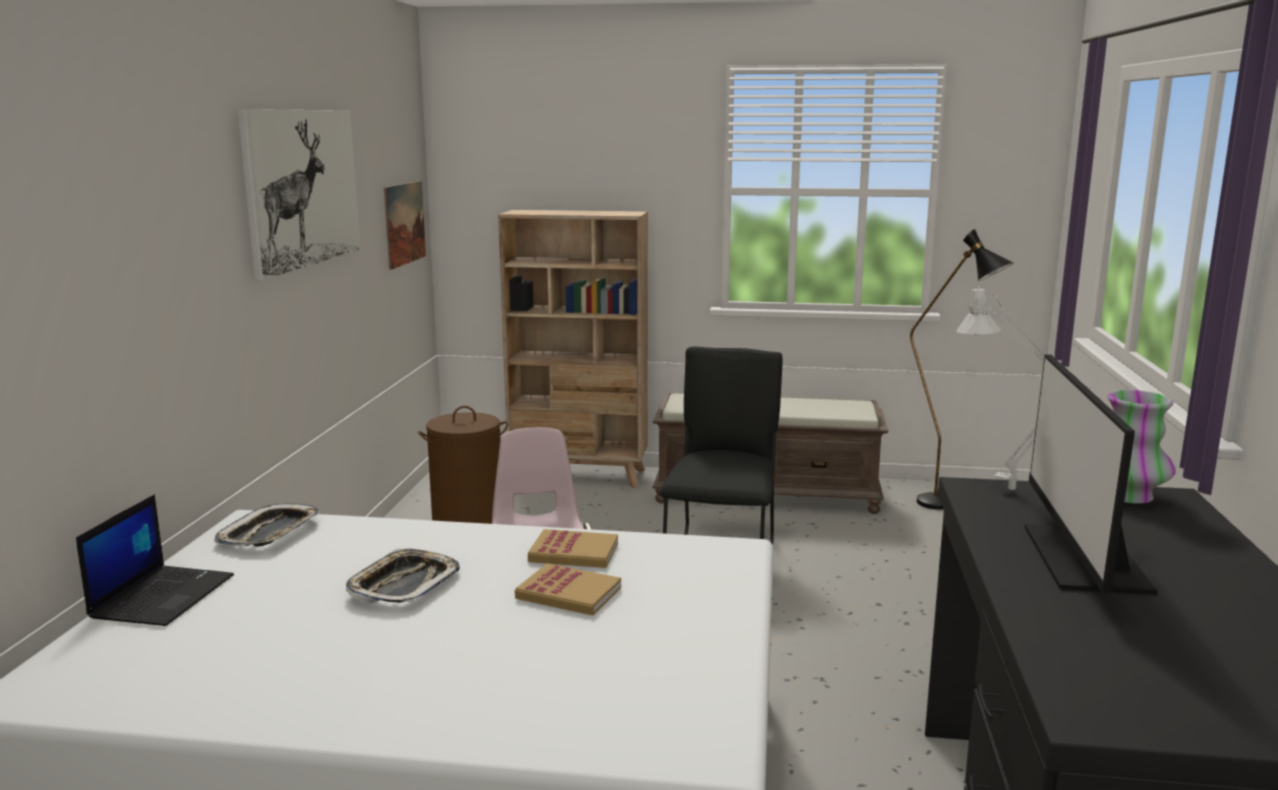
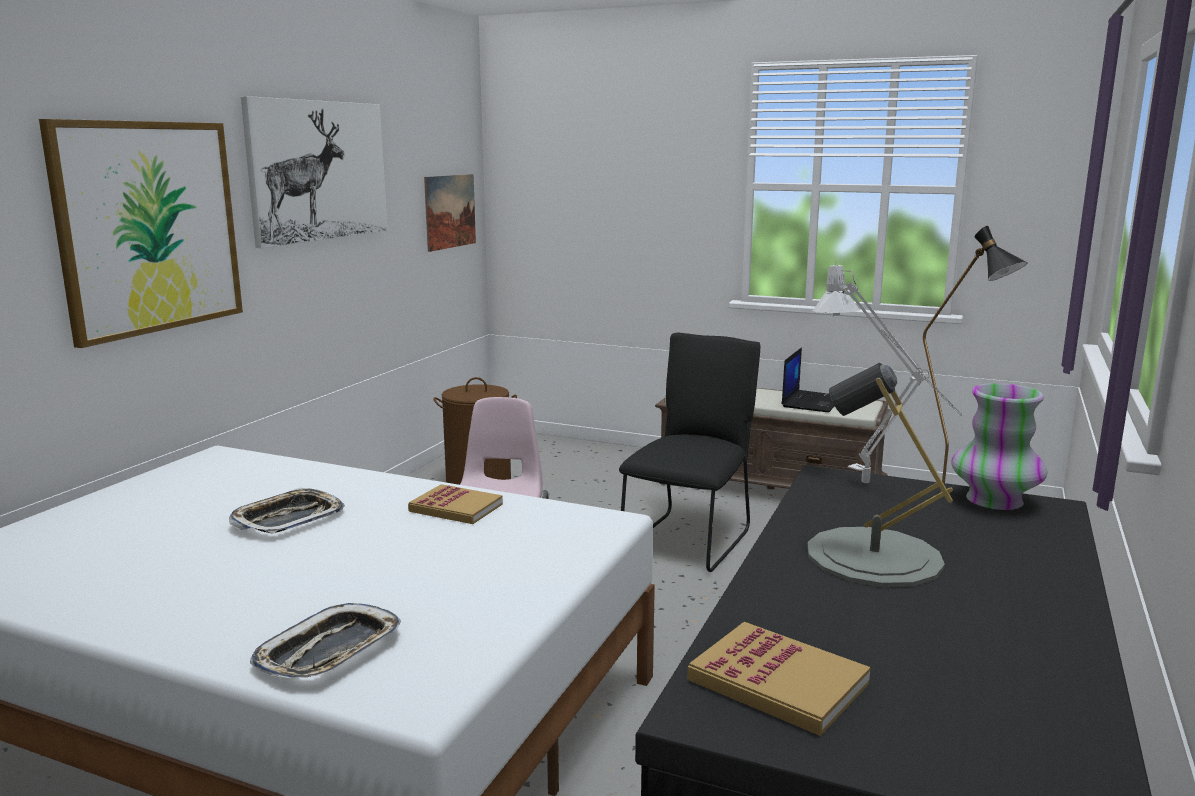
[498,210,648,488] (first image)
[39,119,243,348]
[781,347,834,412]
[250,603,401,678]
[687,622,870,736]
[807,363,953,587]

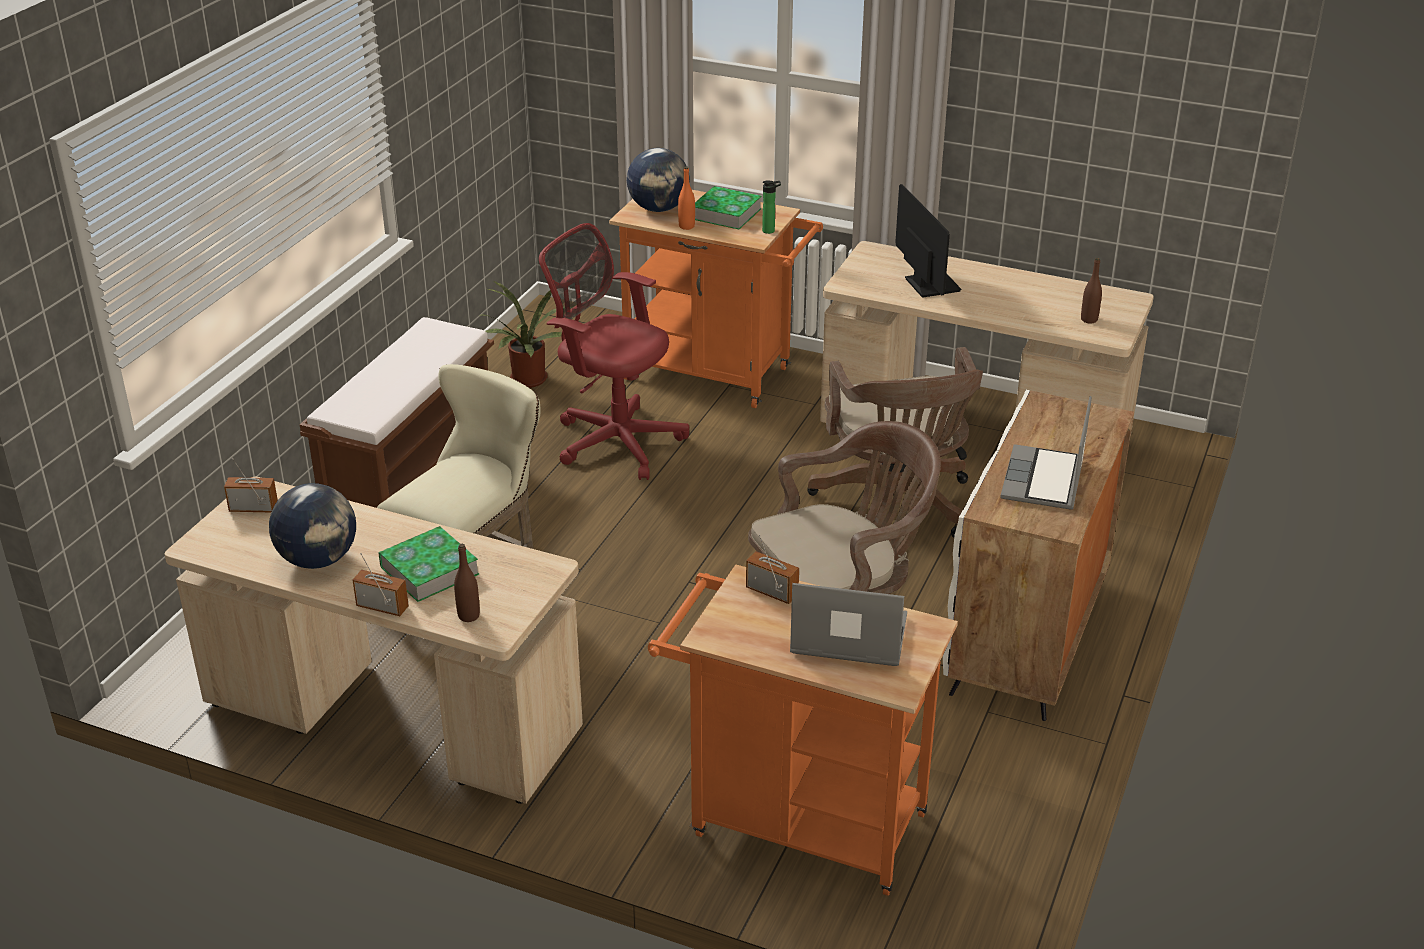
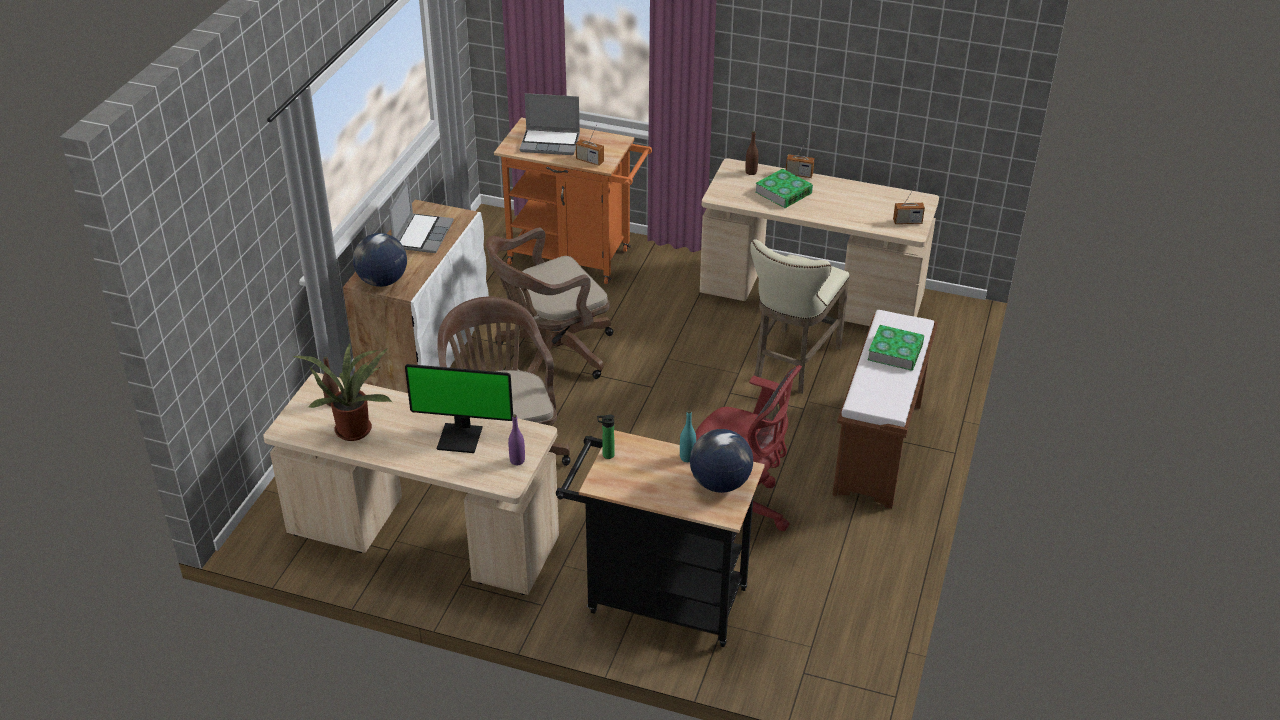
[508,414,525,465]
[353,233,407,287]
[293,343,393,441]
[867,325,925,371]
[556,430,765,647]
[680,410,696,462]
[405,364,513,453]

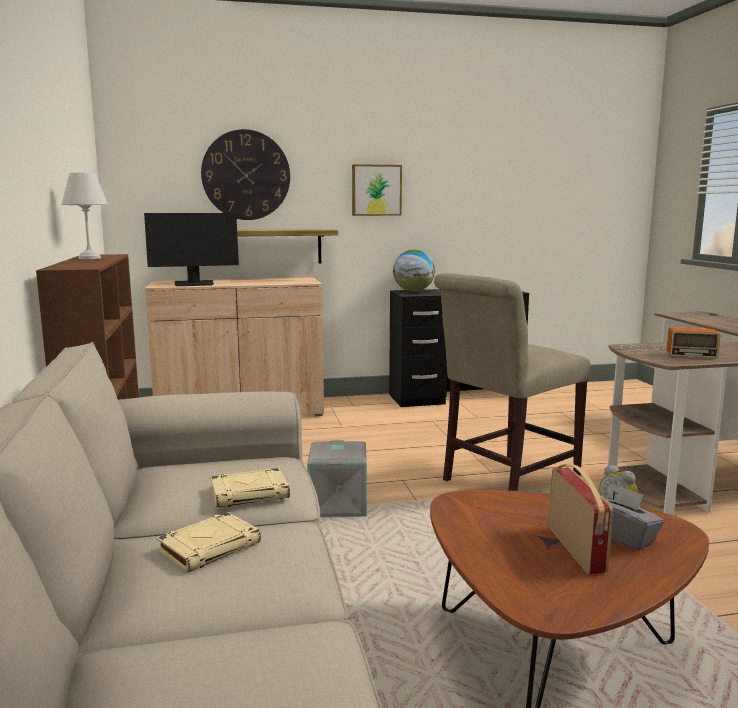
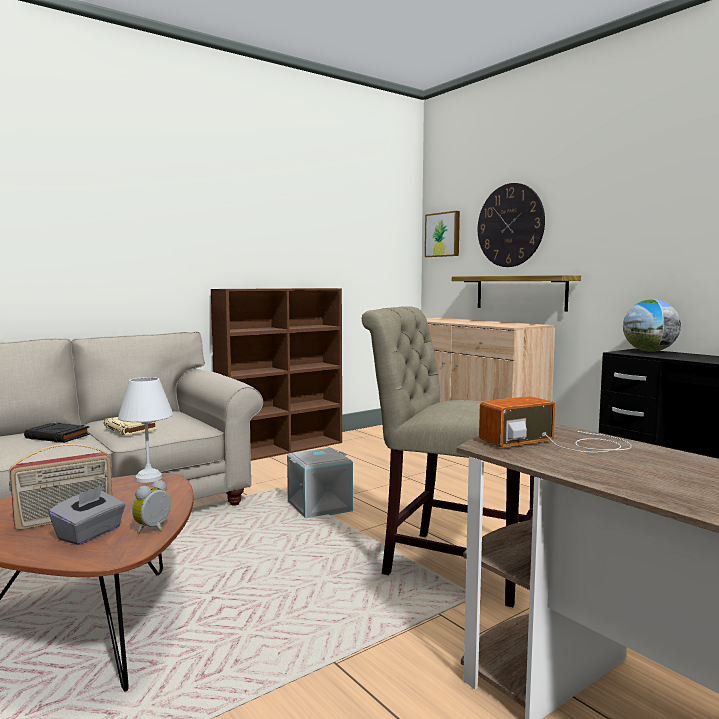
[144,213,239,286] (first image)
[118,377,173,483]
[425,211,460,257]
[24,423,90,443]
[479,396,632,453]

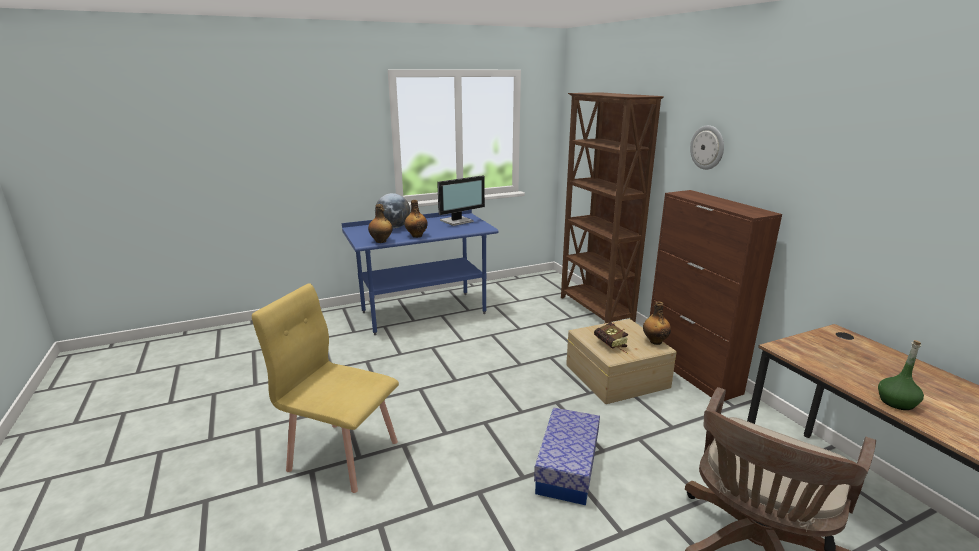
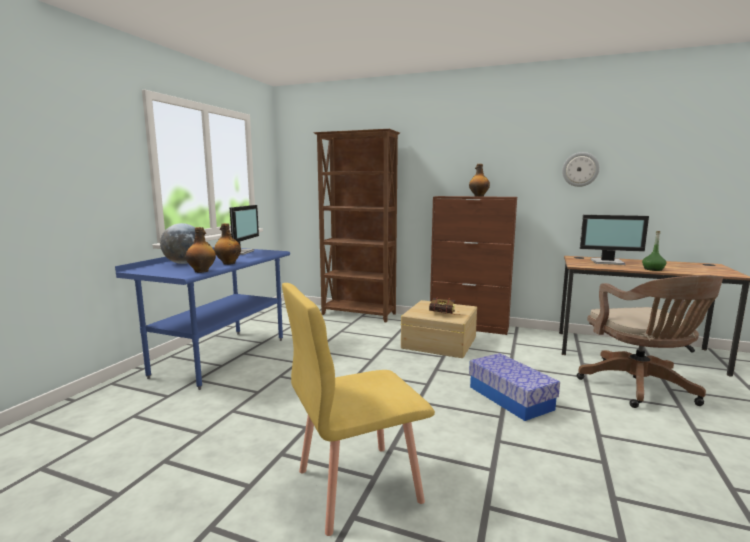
[580,215,649,265]
[469,164,490,197]
[562,152,600,187]

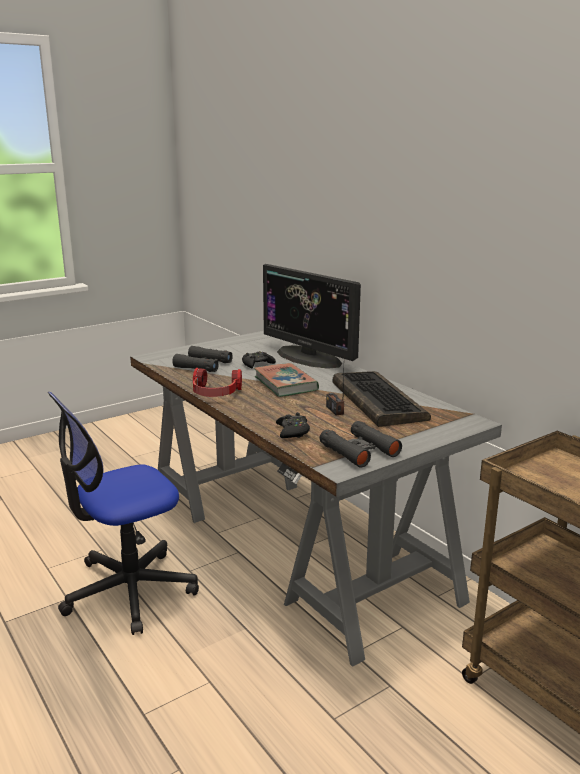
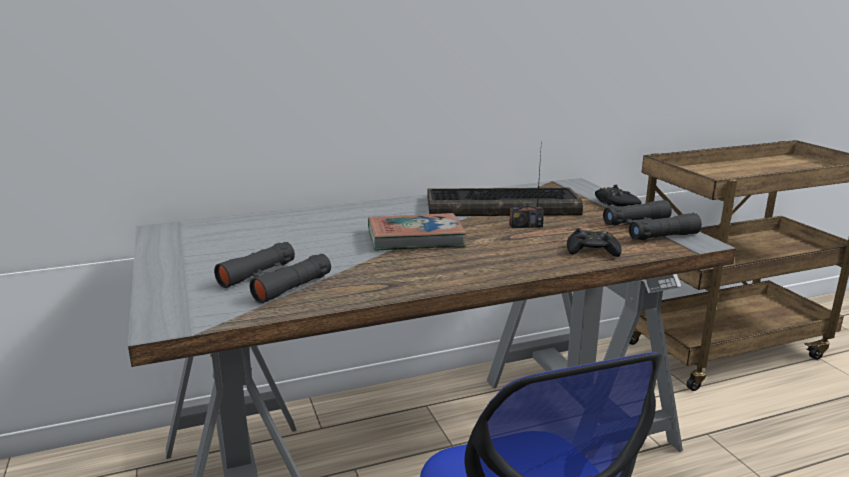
[193,368,242,397] (first image)
[263,264,361,369] (first image)
[595,185,641,206]

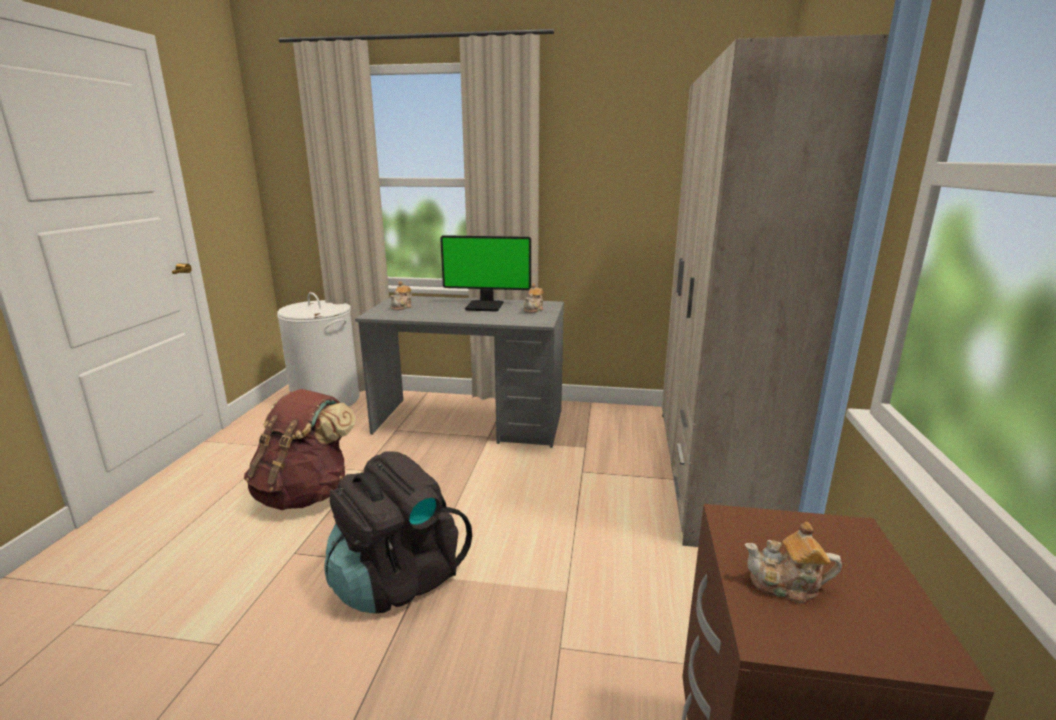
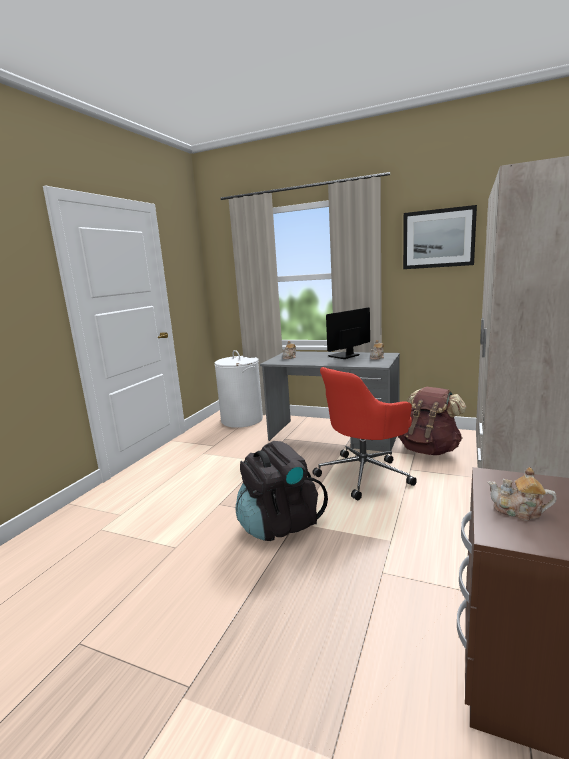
[312,367,417,500]
[403,205,477,269]
[398,387,466,455]
[326,307,370,359]

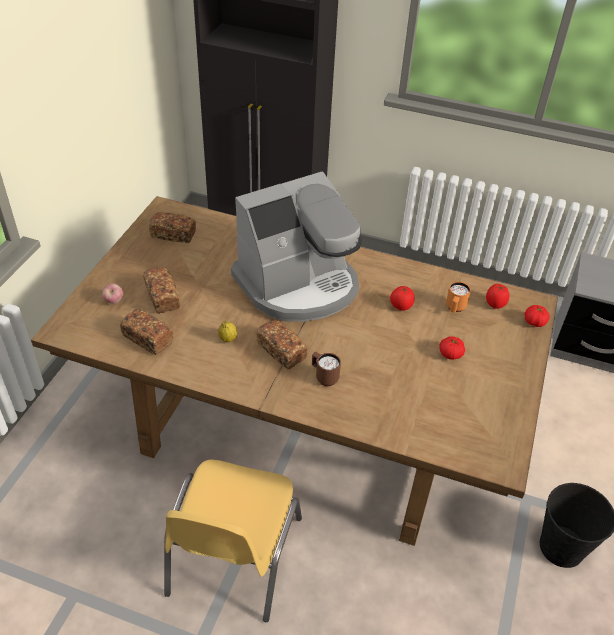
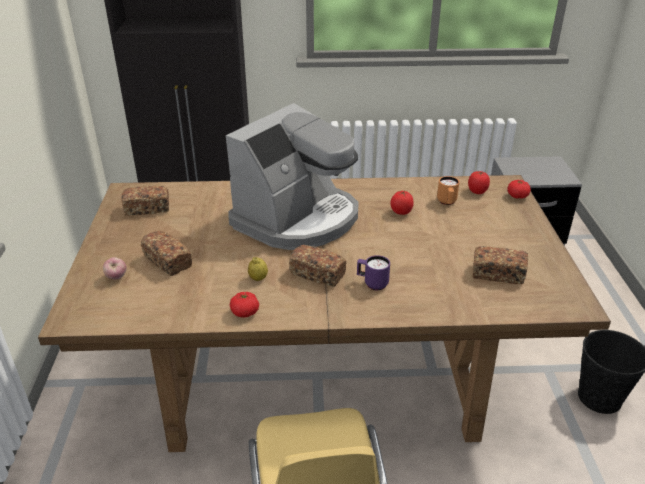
[473,246,528,284]
[230,292,259,317]
[357,255,390,290]

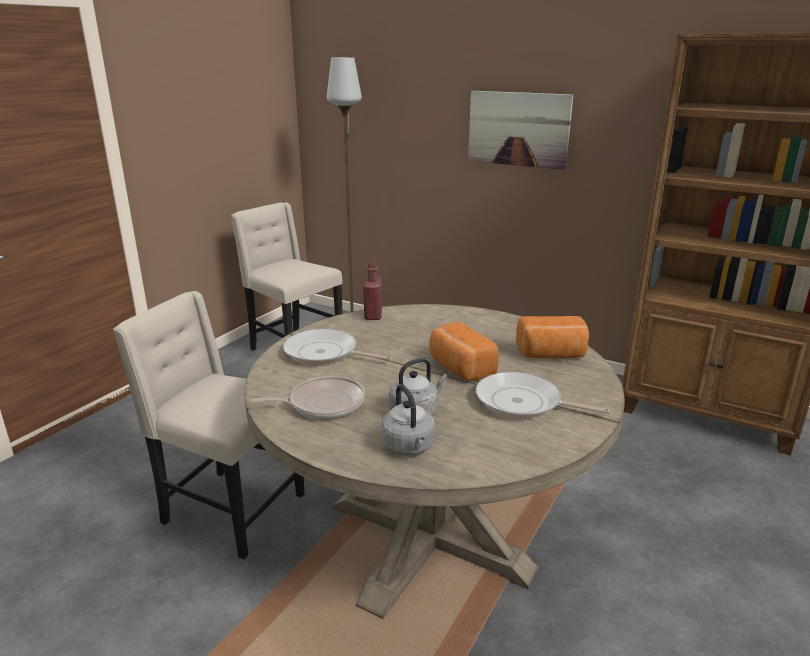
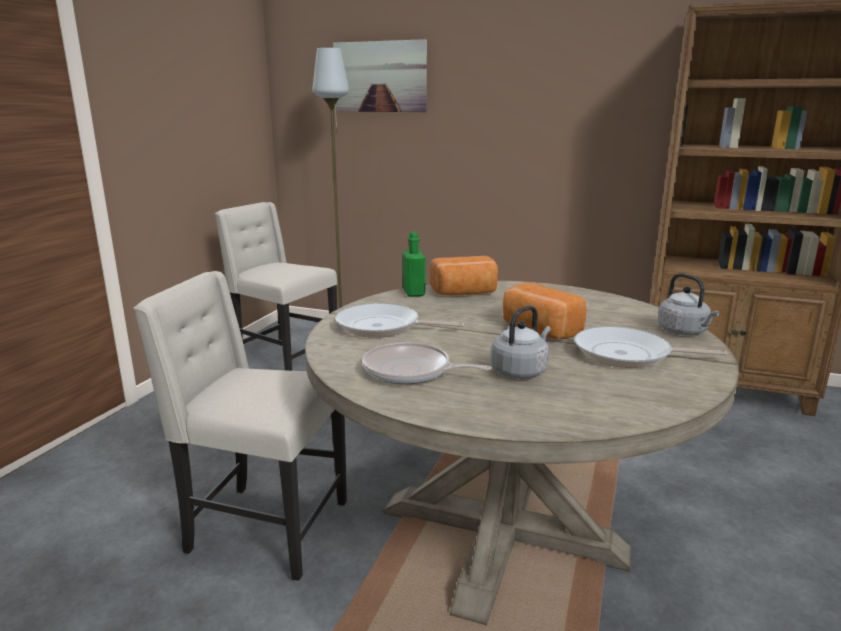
[658,273,720,335]
[333,39,427,112]
[430,256,498,295]
[403,232,426,297]
[362,342,492,384]

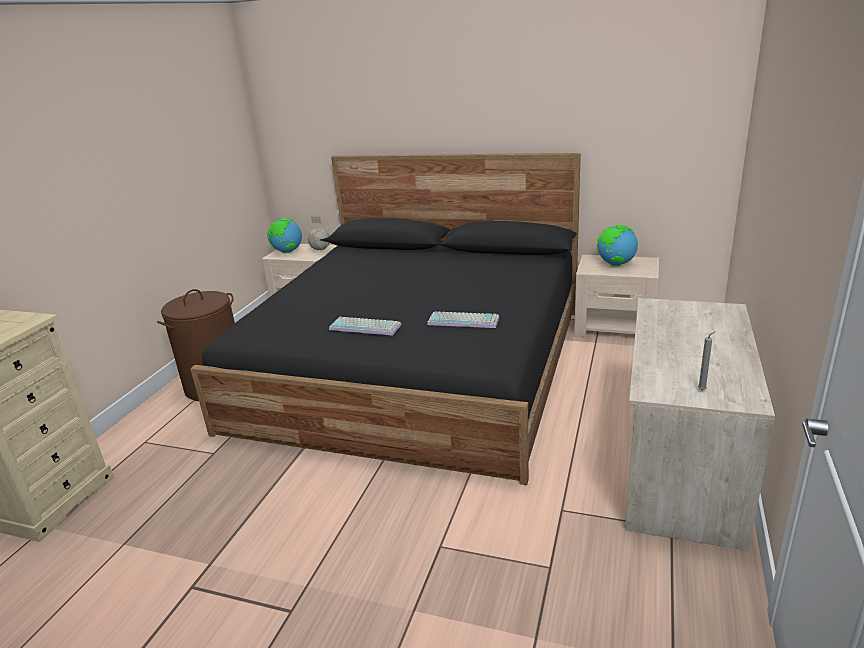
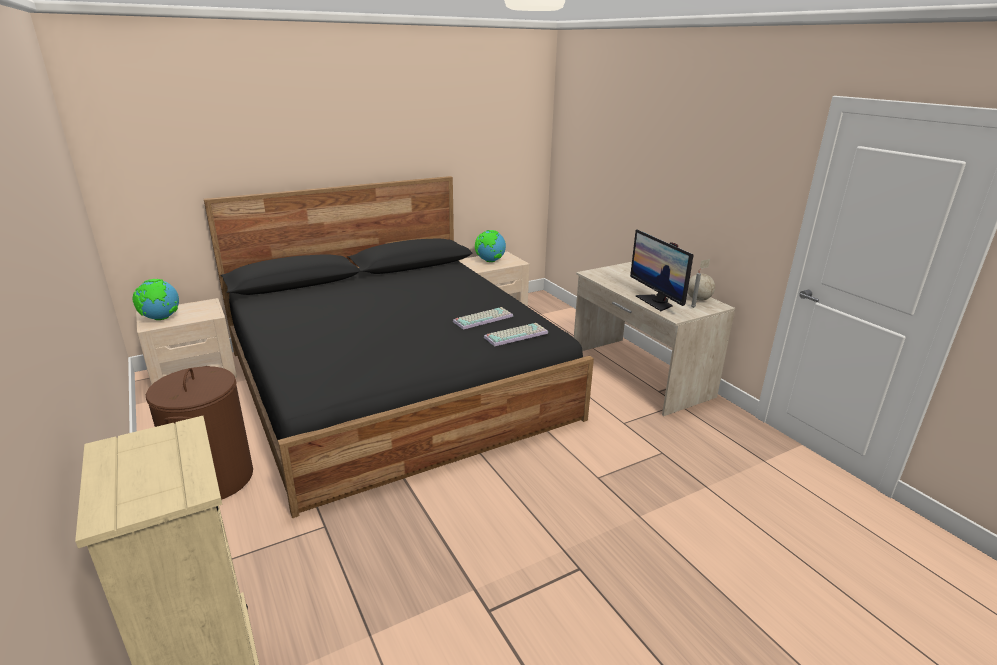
[630,229,694,311]
[688,259,715,301]
[484,323,548,347]

